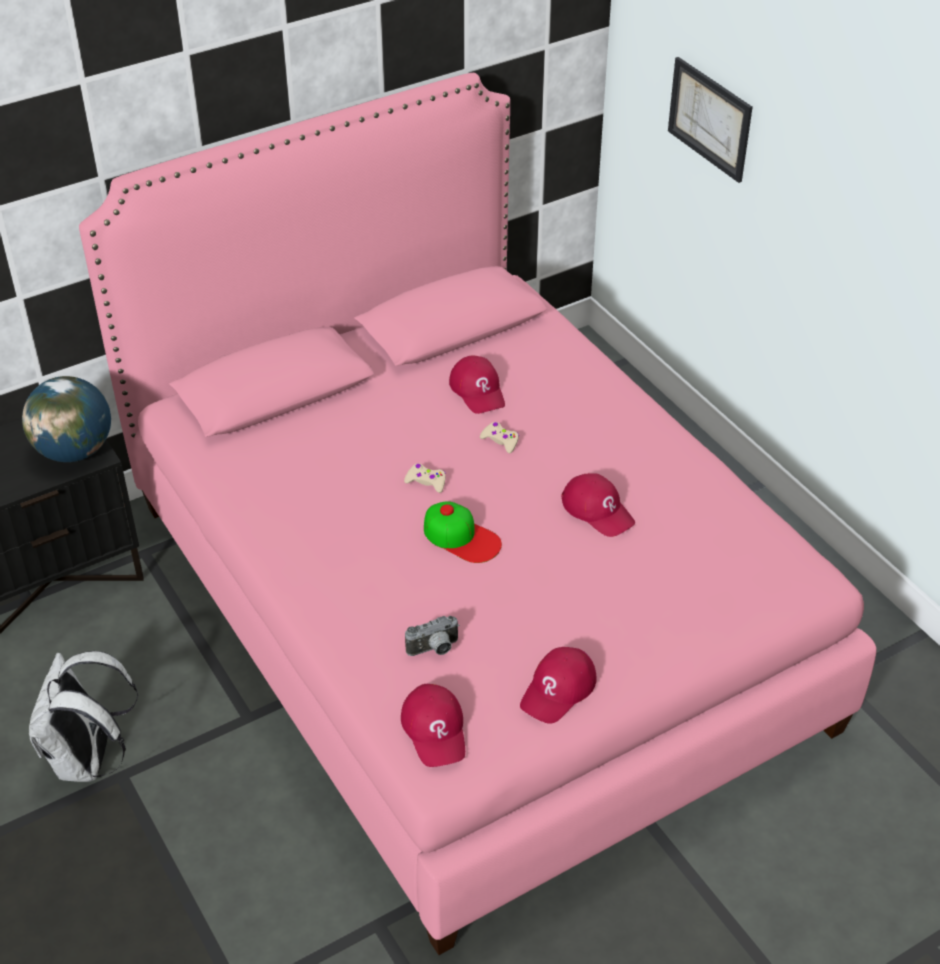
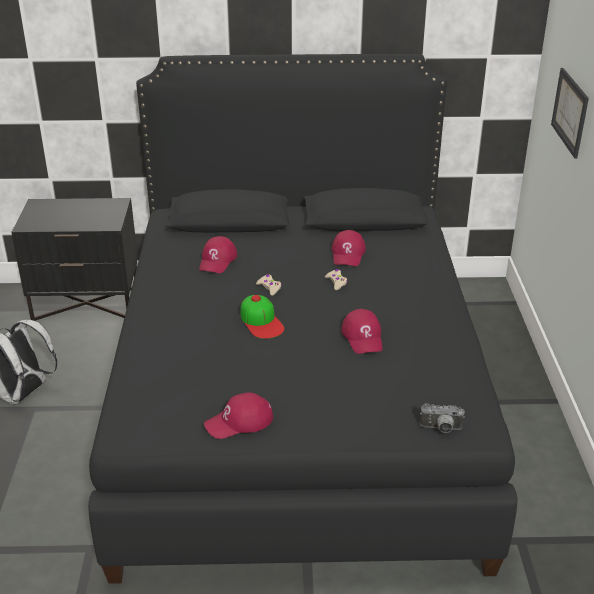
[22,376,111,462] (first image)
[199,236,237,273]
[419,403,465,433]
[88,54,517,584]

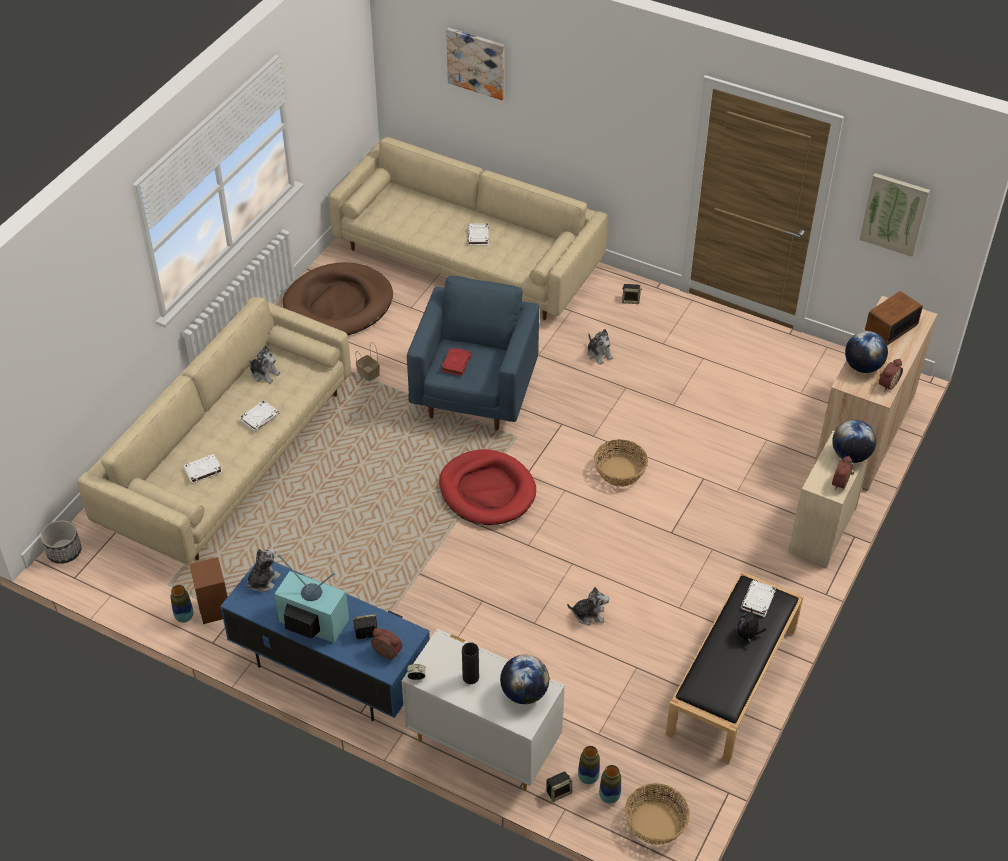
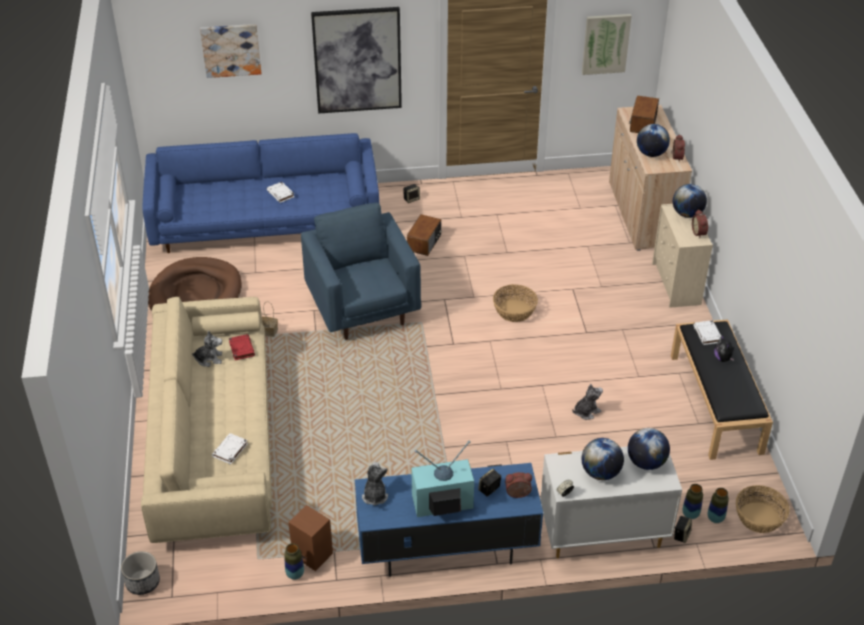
[240,400,279,431] (first image)
[439,449,536,525] (first image)
[311,7,402,114]
[229,334,255,360]
[582,438,624,480]
[407,214,442,256]
[142,133,379,253]

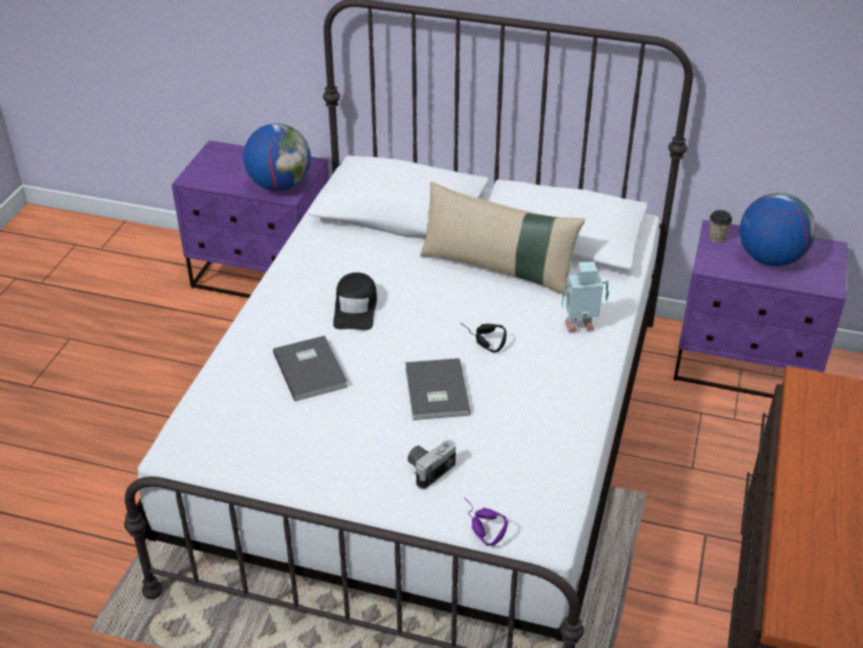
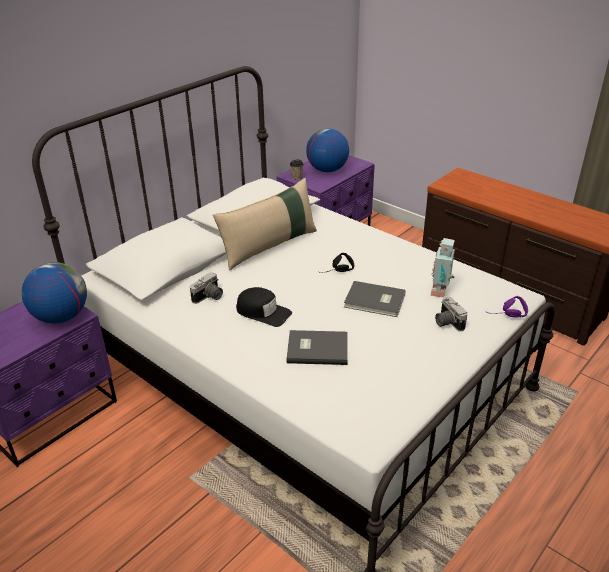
[190,272,223,304]
[431,238,455,297]

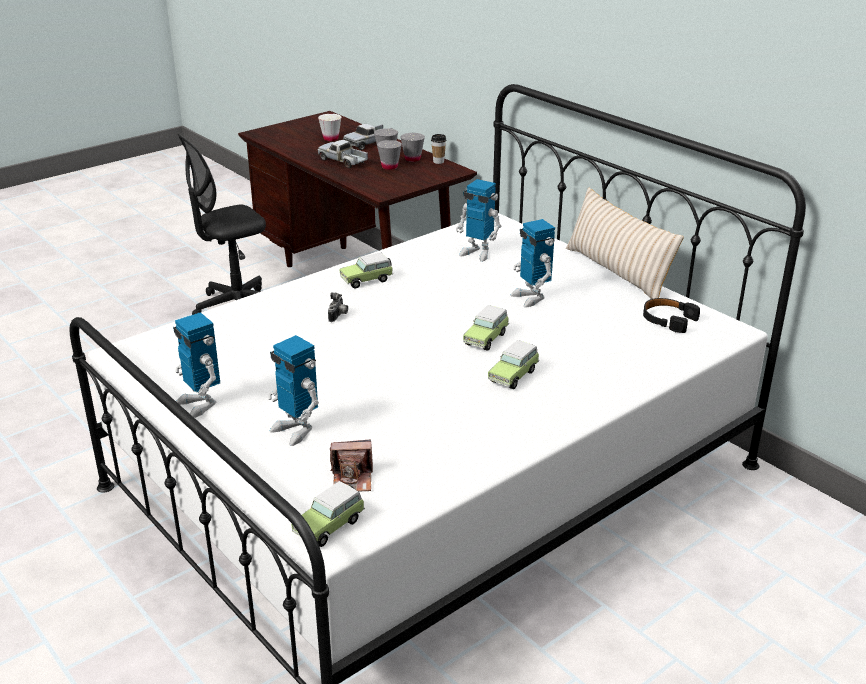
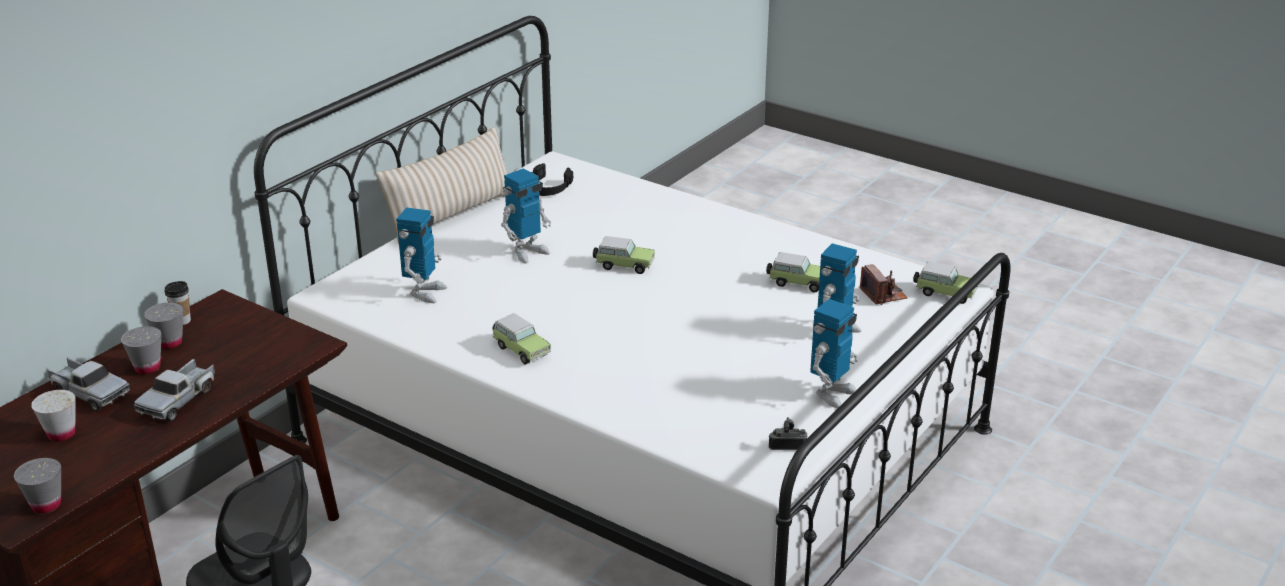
[769,417,807,450]
[14,458,61,514]
[766,252,820,292]

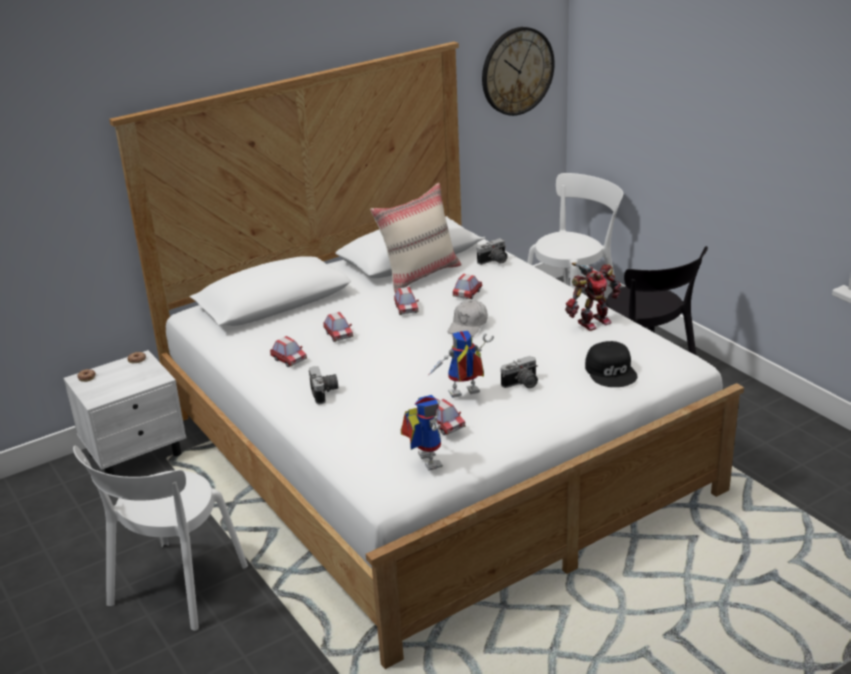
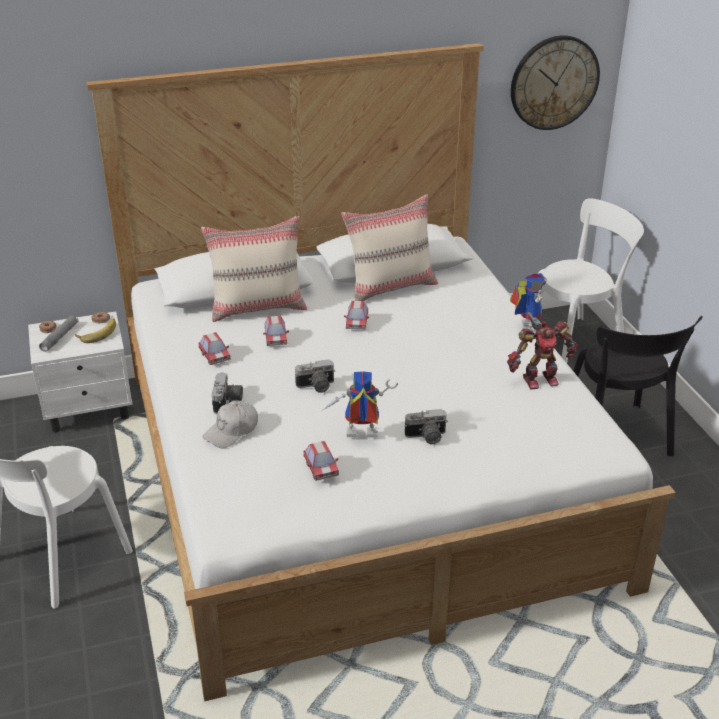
[453,274,482,299] (first image)
[585,341,638,387] (first image)
[39,316,79,352]
[75,318,116,343]
[201,216,307,322]
[510,273,547,333]
[203,401,258,448]
[295,359,335,393]

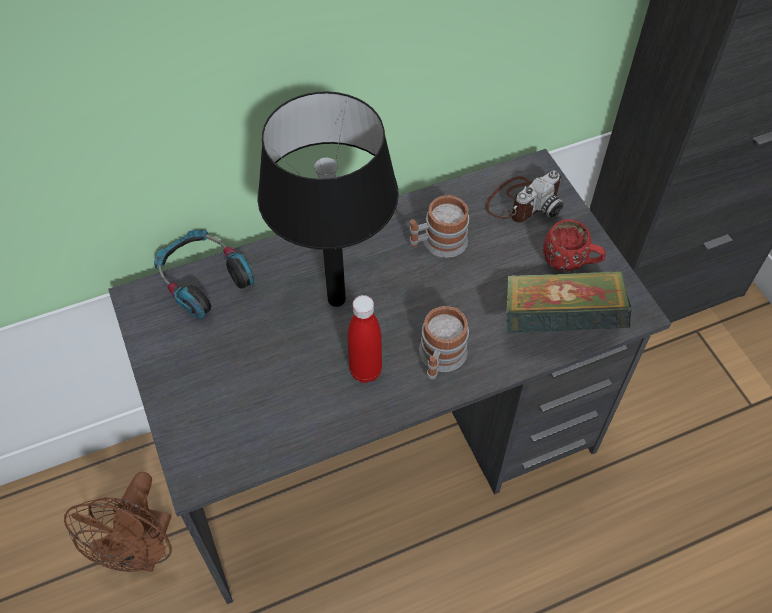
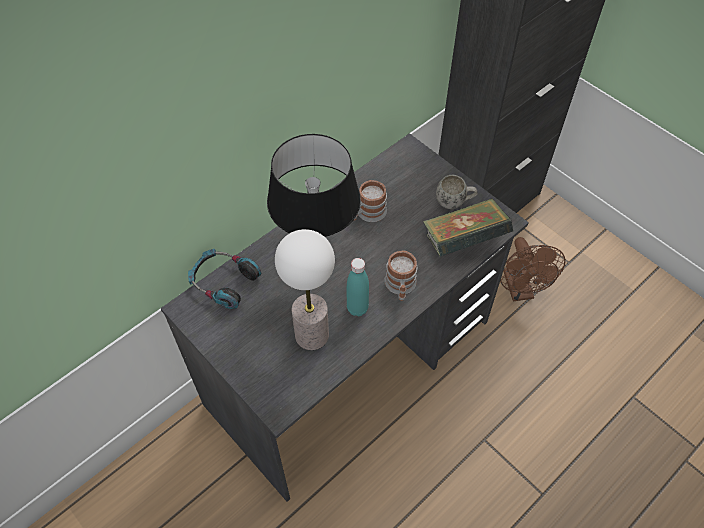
[485,171,563,223] (first image)
[275,229,335,350]
[500,237,566,301]
[347,258,369,316]
[436,175,478,209]

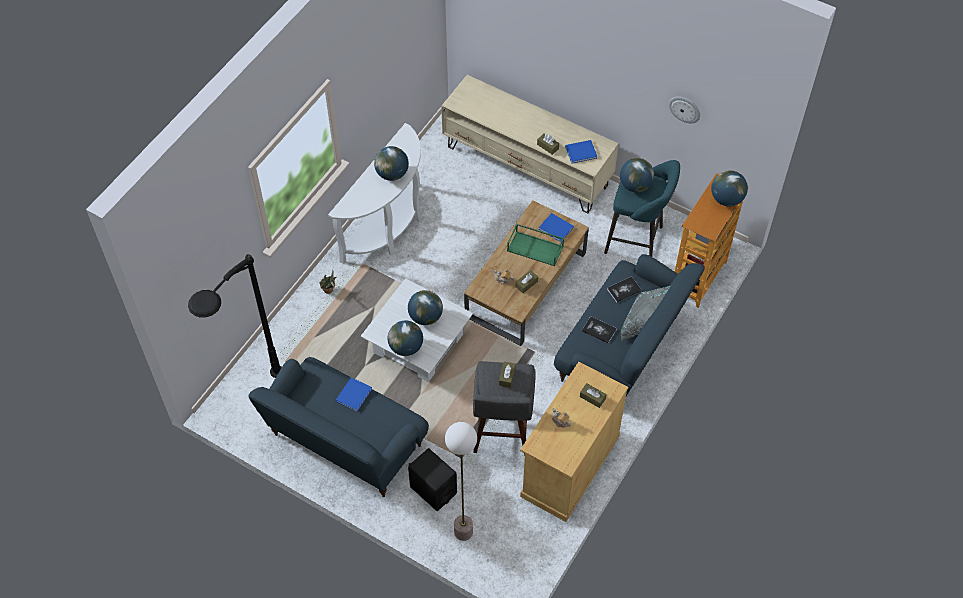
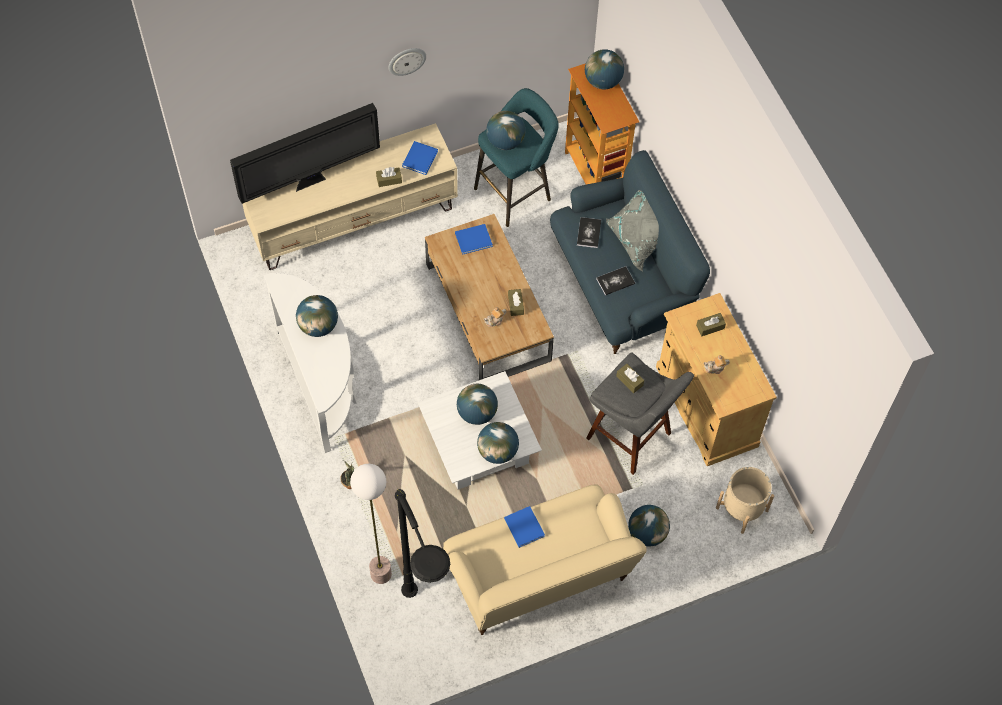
[507,223,564,266] (first image)
[230,103,380,204]
[716,467,774,534]
[350,464,392,584]
[389,48,426,76]
[628,505,670,547]
[443,484,647,635]

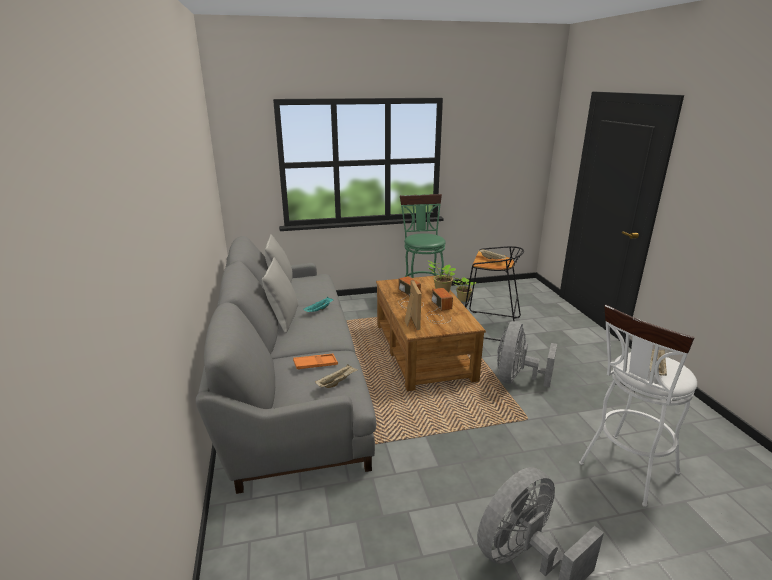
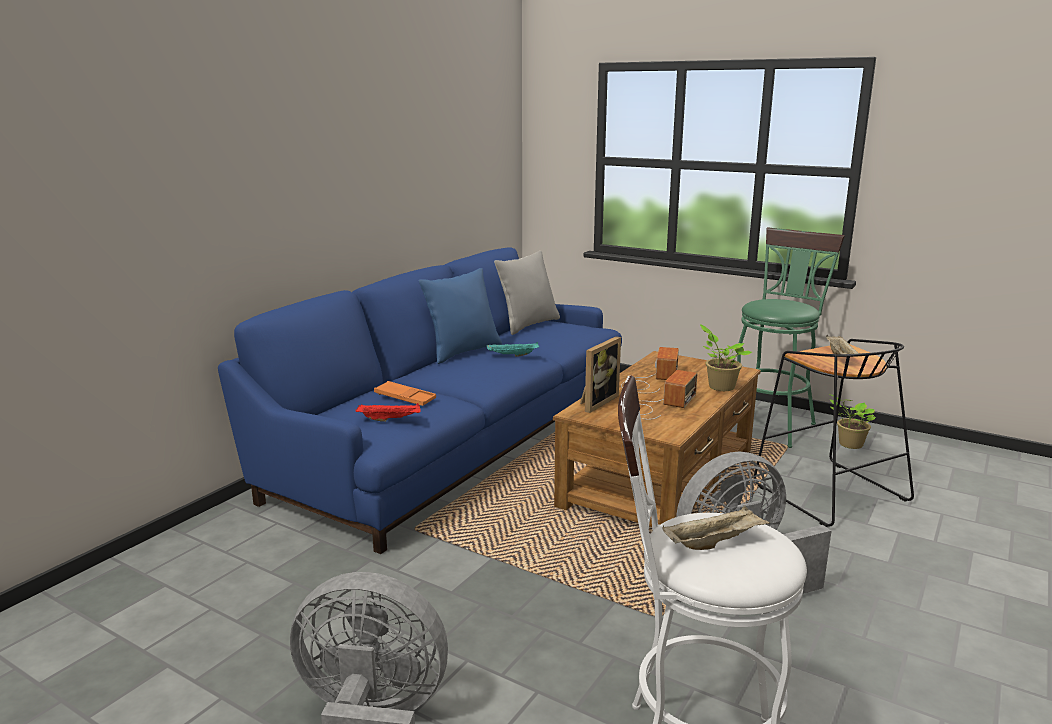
[218,248,622,554]
[419,268,502,364]
[355,403,421,422]

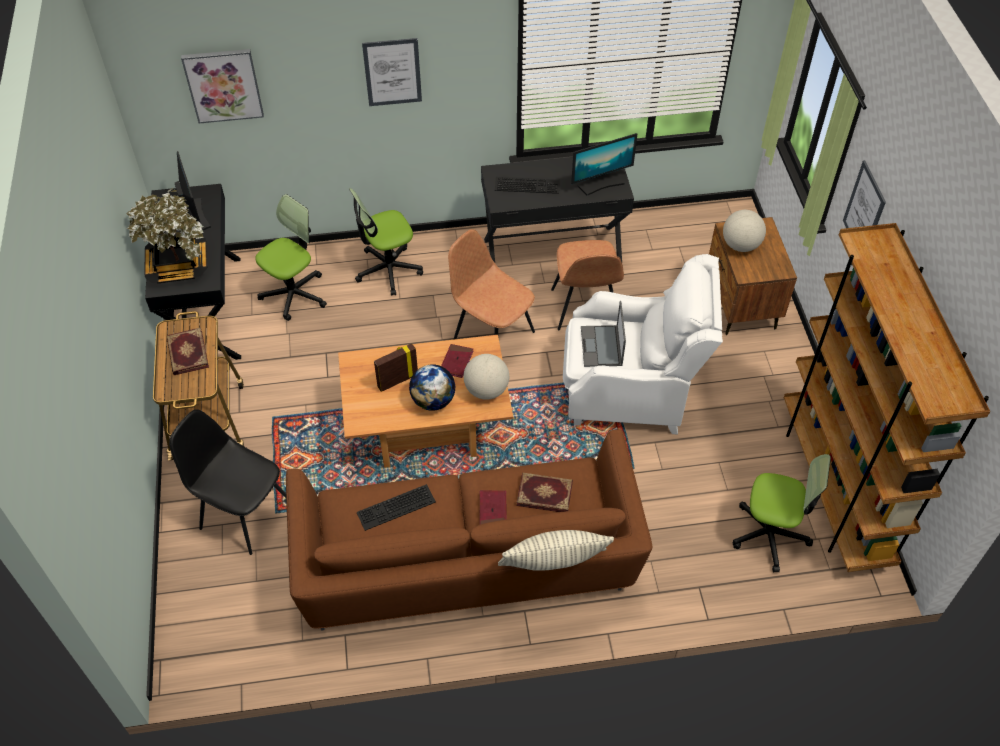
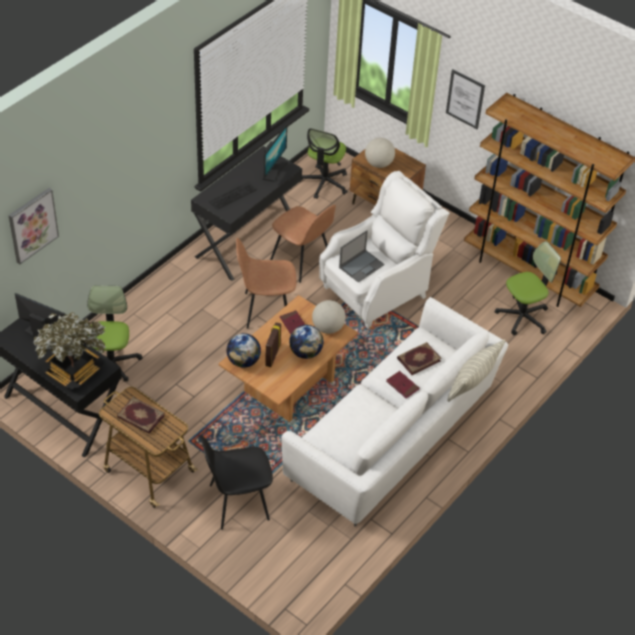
[357,484,436,531] (first image)
[362,38,422,106] (first image)
[226,333,261,368]
[300,128,347,199]
[281,297,508,527]
[339,230,385,283]

